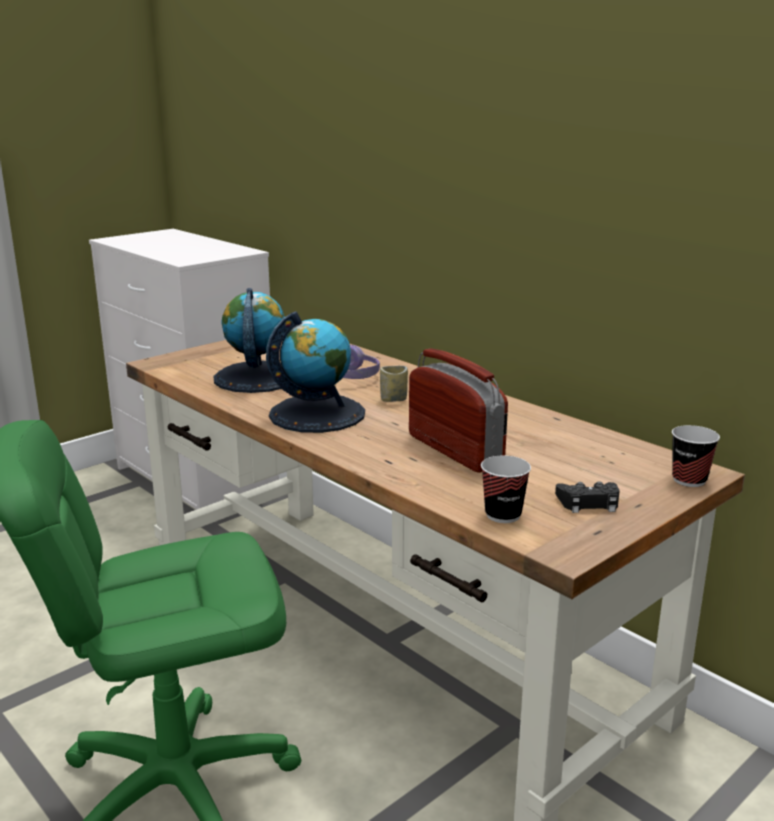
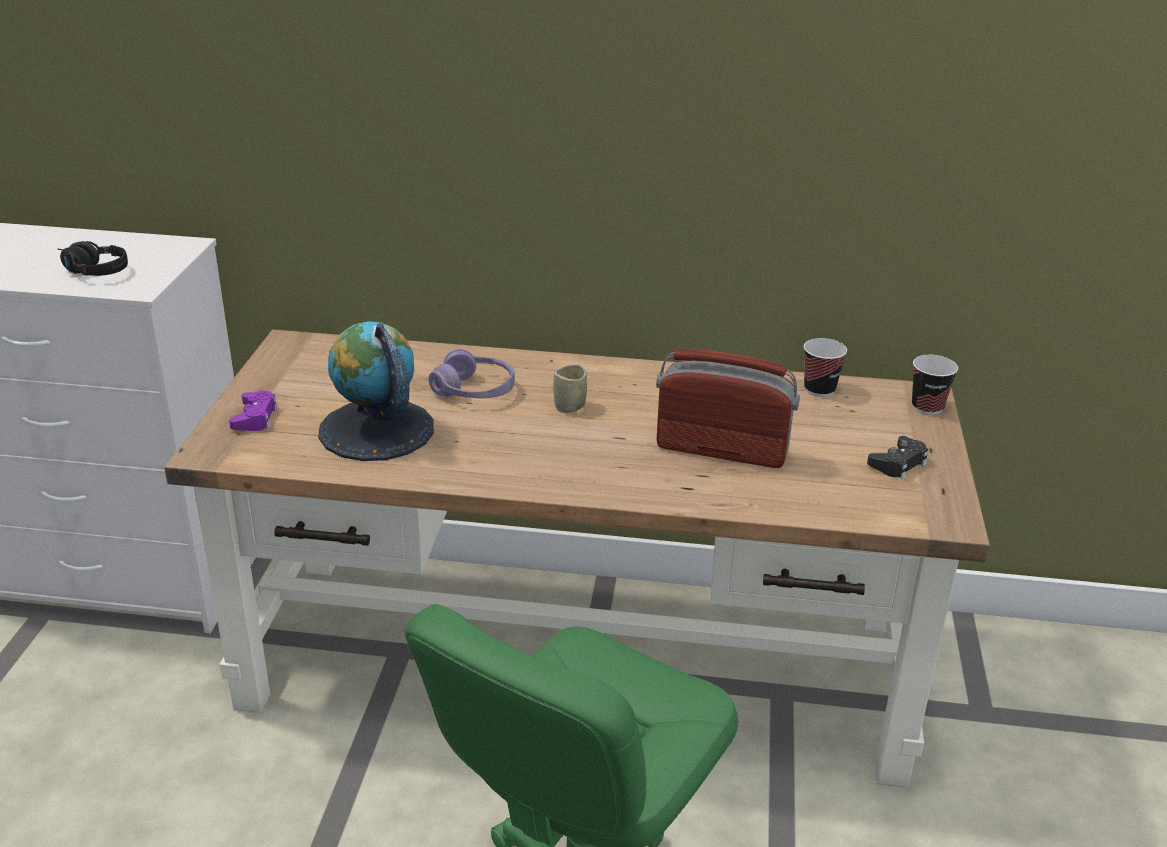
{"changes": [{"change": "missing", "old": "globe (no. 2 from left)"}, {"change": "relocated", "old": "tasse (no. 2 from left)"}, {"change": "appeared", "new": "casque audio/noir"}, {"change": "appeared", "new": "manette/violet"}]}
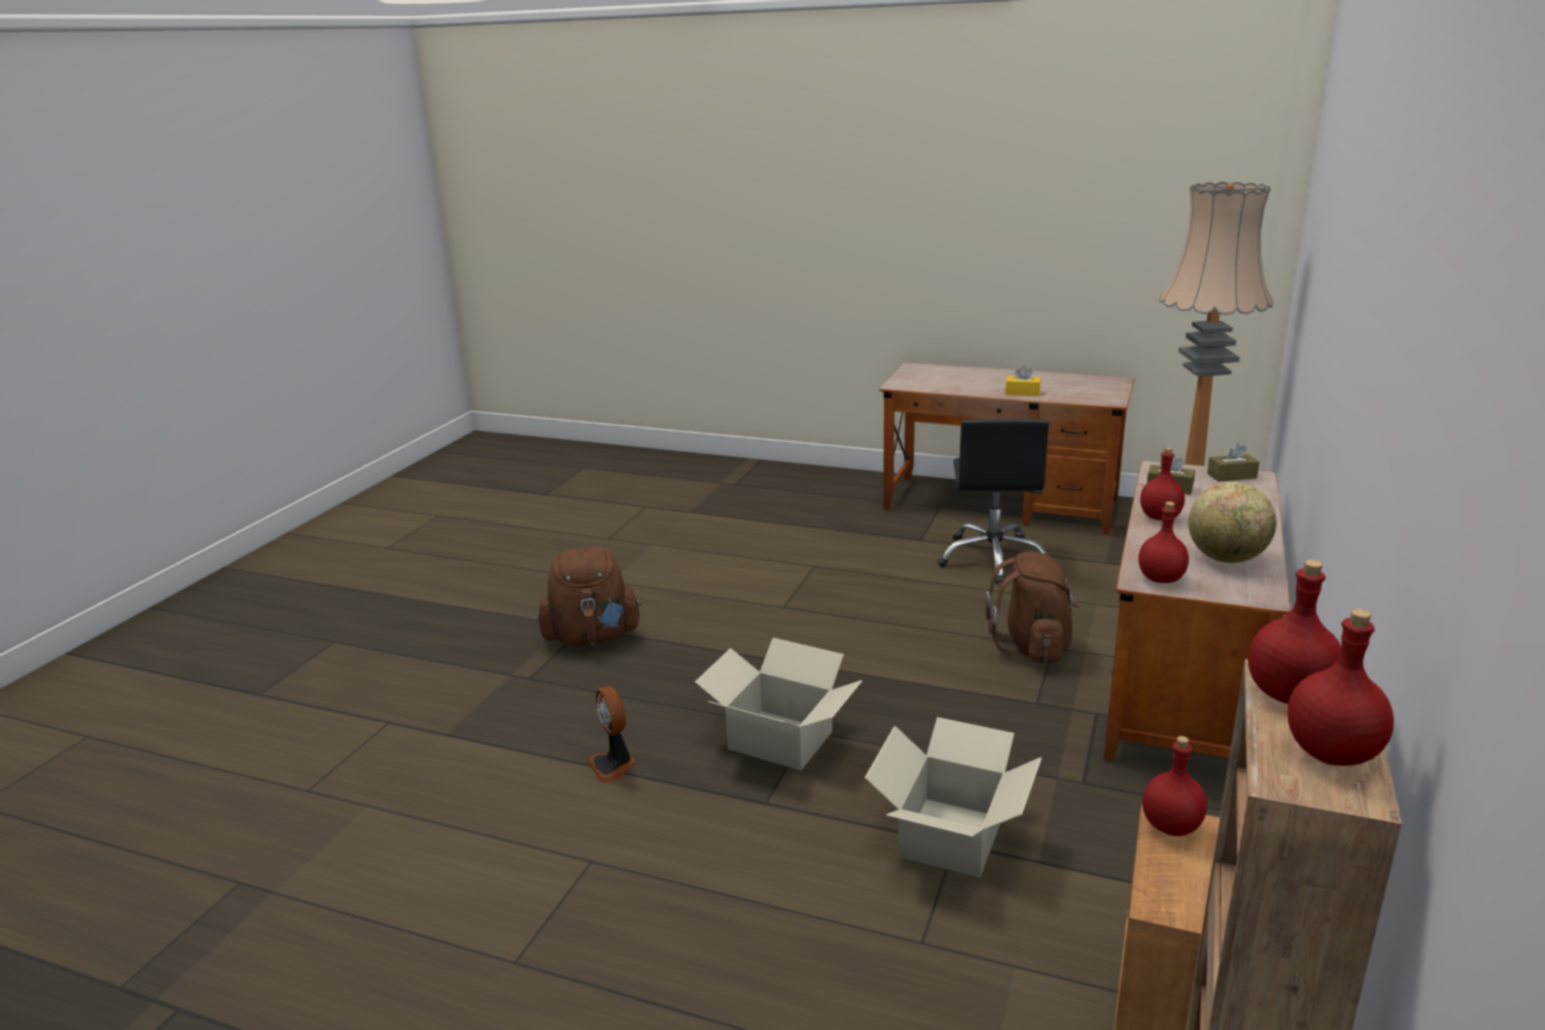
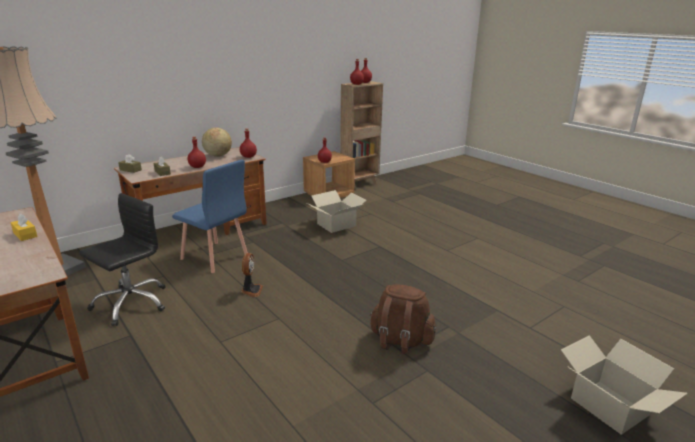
{"changes": [{"change": "exchanged", "old": "sac à dos/marron (no. 2 from left)", "new": "chaise/bleu"}, {"change": "relocated", "old": "carton (no. 1 from left in the first image)", "new": "carton (no. 2 from left)"}, {"change": "relocated", "old": "ventilateur"}]}
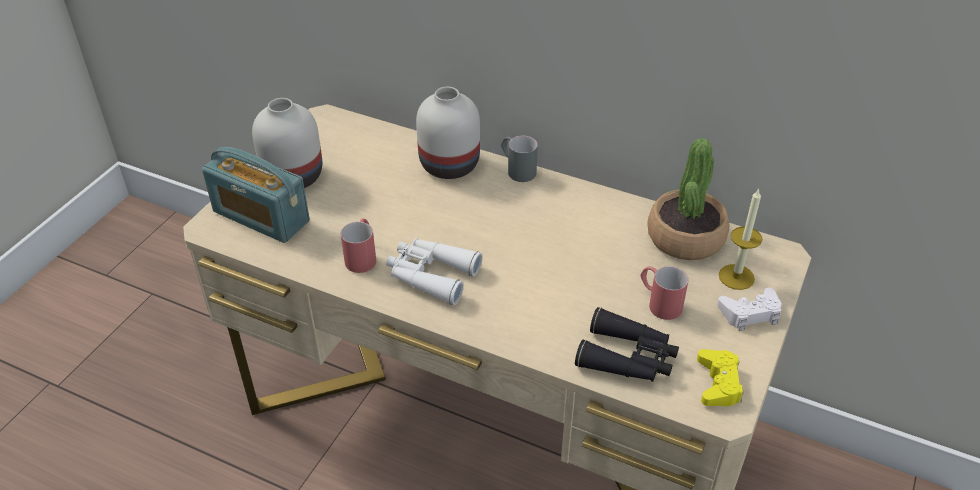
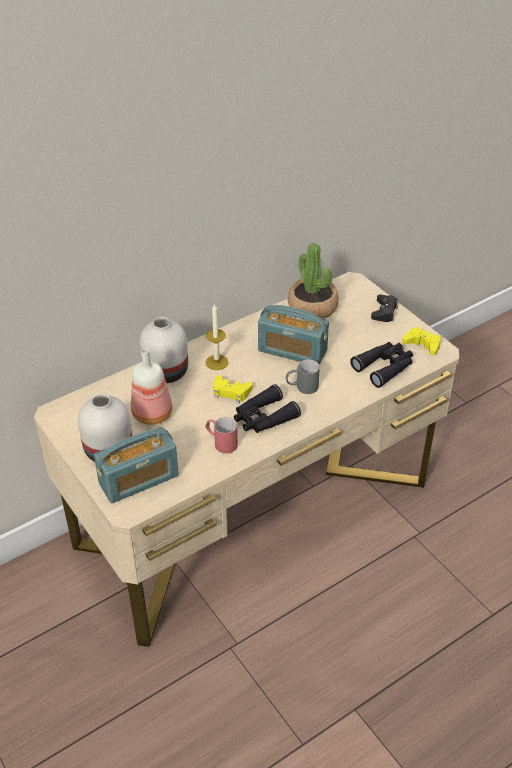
{"changes": [{"change": "relocated", "old": "mug/gris"}, {"change": "relocated", "old": "bougie"}, {"change": "colour", "old": "jumelles/blanc", "new": "jumelles/noir (no. 1 from left)"}, {"change": "missing", "old": "mug/rouge (no. 2 from left)"}, {"change": "colour", "old": "manette/blanc", "new": "manette/noir"}, {"change": "appeared", "new": "radio (no. 2 from left)"}, {"change": "appeared", "new": "bouteille"}, {"change": "appeared", "new": "manette/jaune (no. 1 from left)"}]}
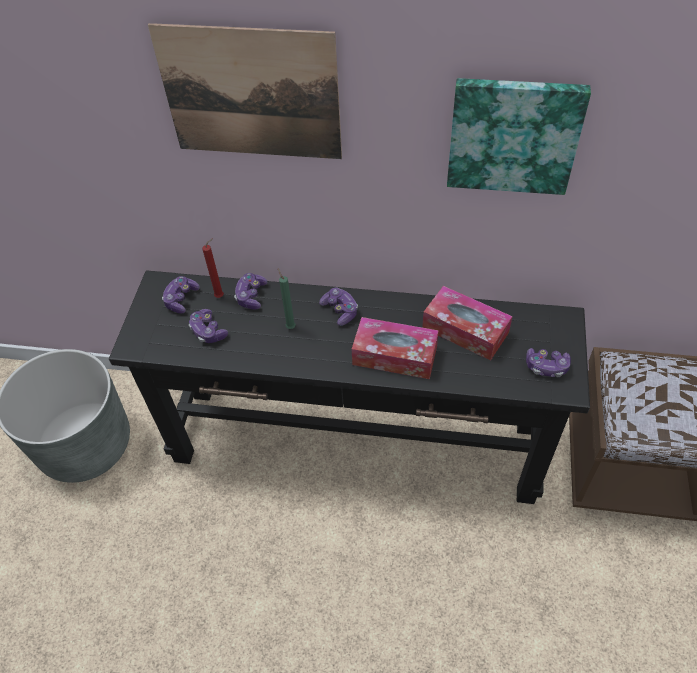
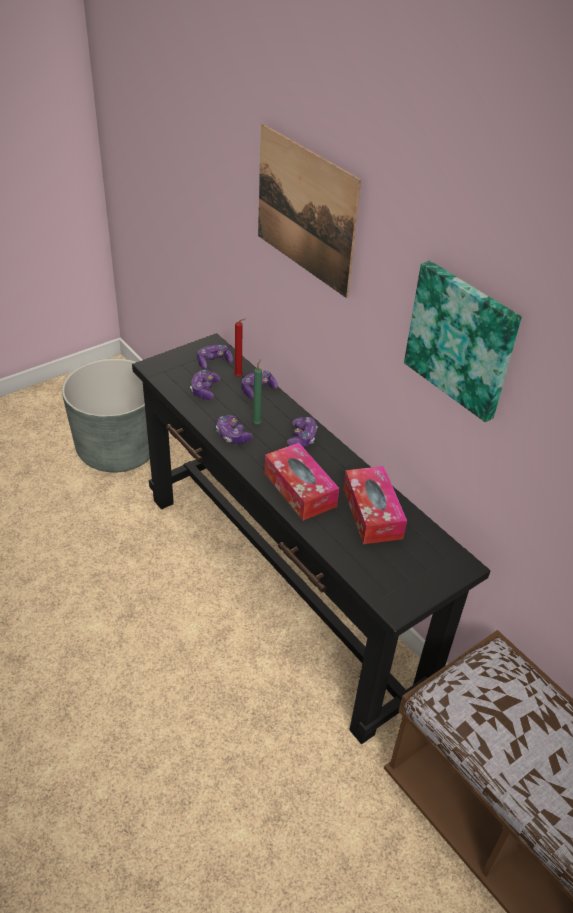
{"changes": [{"change": "relocated", "old": "manette (no. 5 from left in the first image)", "new": "manette (no. 3 from left)"}]}
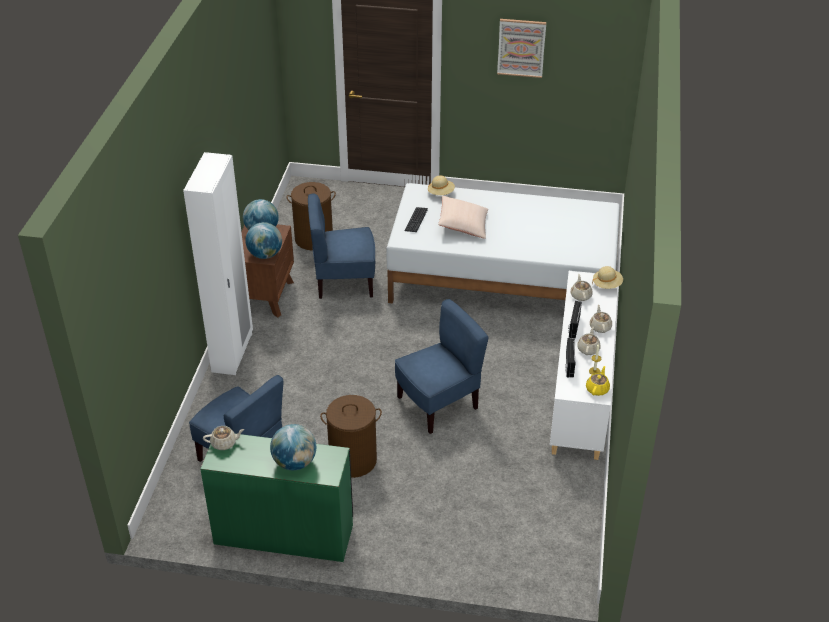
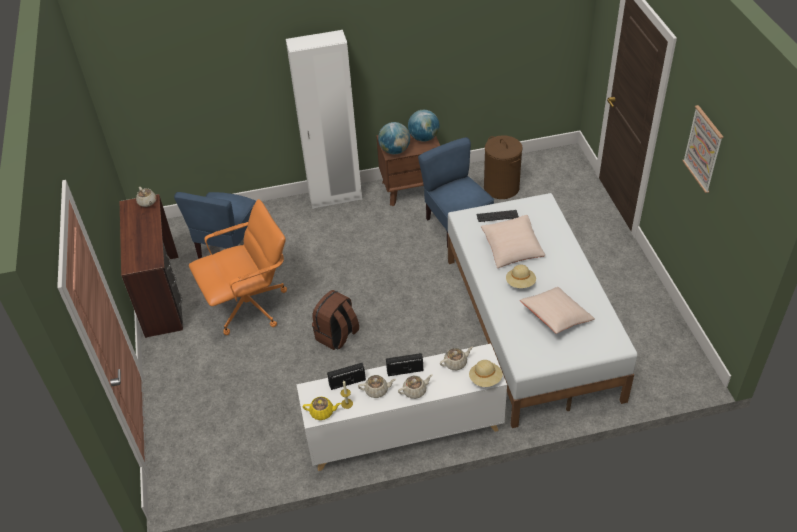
{"changes": [{"change": "relocated", "old": "chapeau/beige (no. 1 from left in the first image)", "new": "chapeau/beige (no. 2 from left)"}, {"change": "exchanged", "old": "chaise/bleu (no. 3 from left)", "new": "sac à dos/marron"}, {"change": "exchanged", "old": "panier à linge/marron (no. 2 from left)", "new": "chaise de bureau/orange"}, {"change": "missing", "old": "globe (no. 3 from left)"}, {"change": "colour", "old": "bureau/vert", "new": "bureau/marron"}, {"change": "appeared", "new": "coussin/beige (no. 2 from left)"}]}
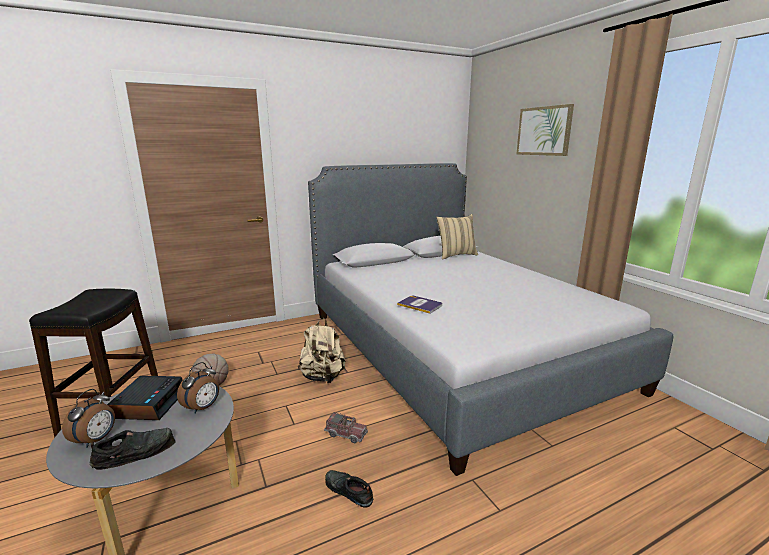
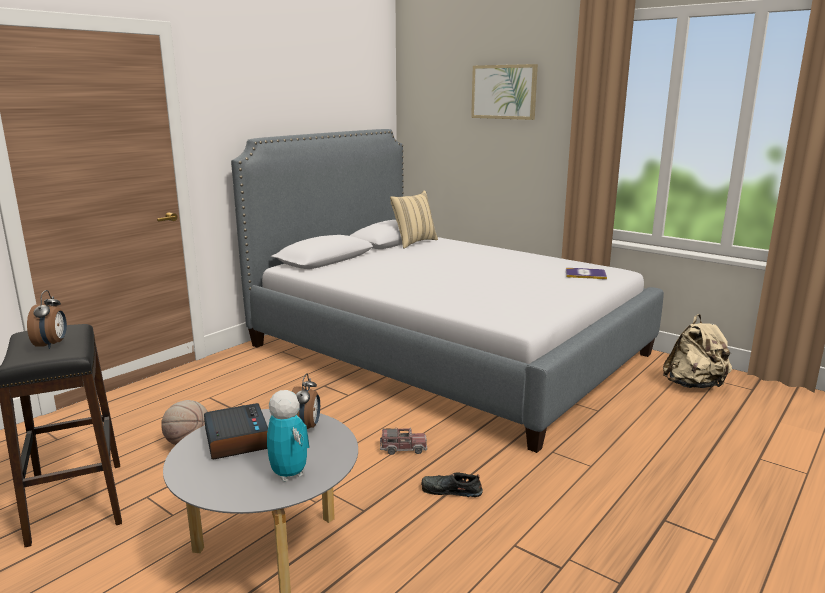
{"changes": [{"change": "relocated", "old": "livre"}, {"change": "relocated", "old": "sac à dos/beige"}, {"change": "relocated", "old": "réveil (no. 1 from left)"}, {"change": "exchanged", "old": "chaussure/noir (no. 1 from left)", "new": "robot jouet"}]}
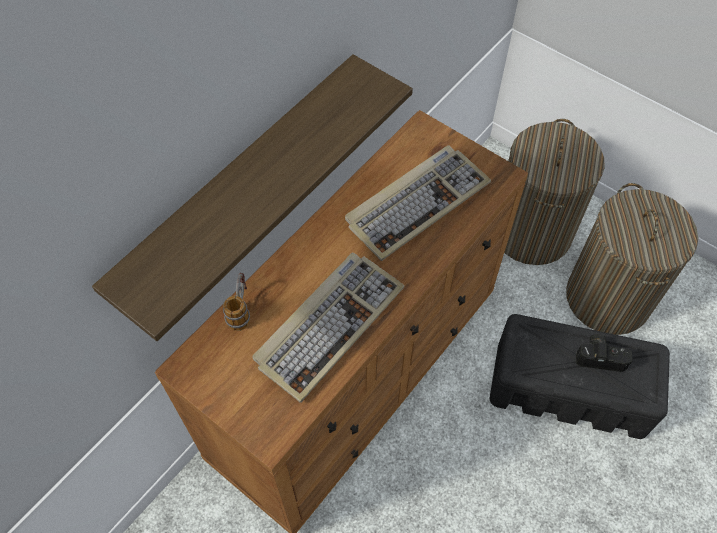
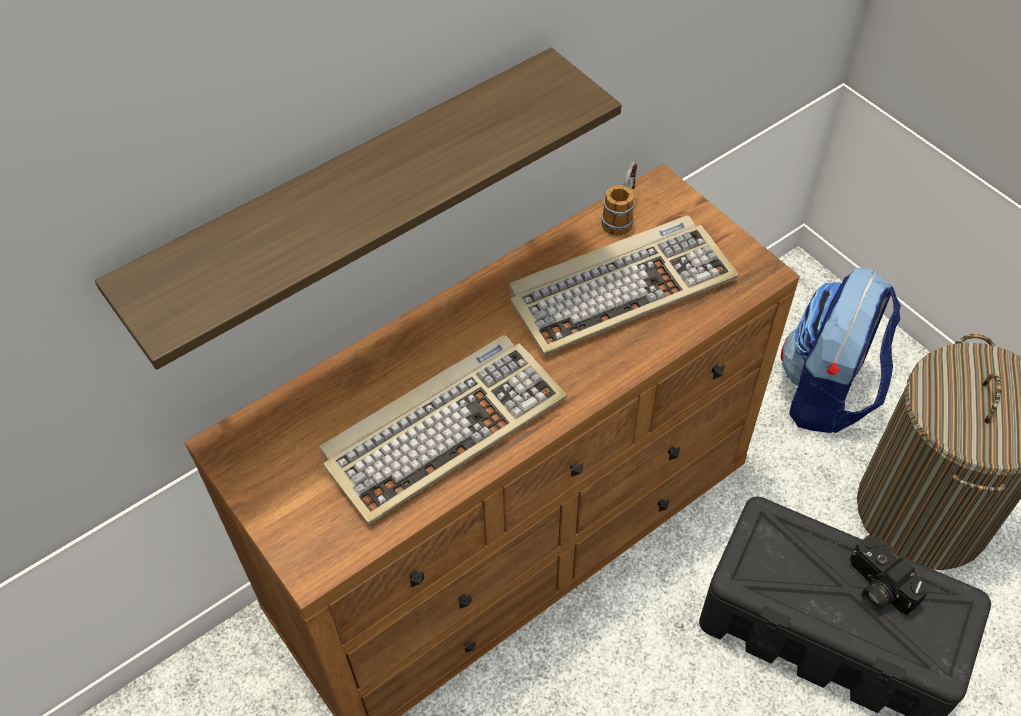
{"changes": [{"change": "exchanged", "old": "panier à linge (no. 1 from left)", "new": "sac à dos"}, {"change": "relocated", "old": "mug"}, {"change": "spun", "old": "appareil photo", "degrees": -150}]}
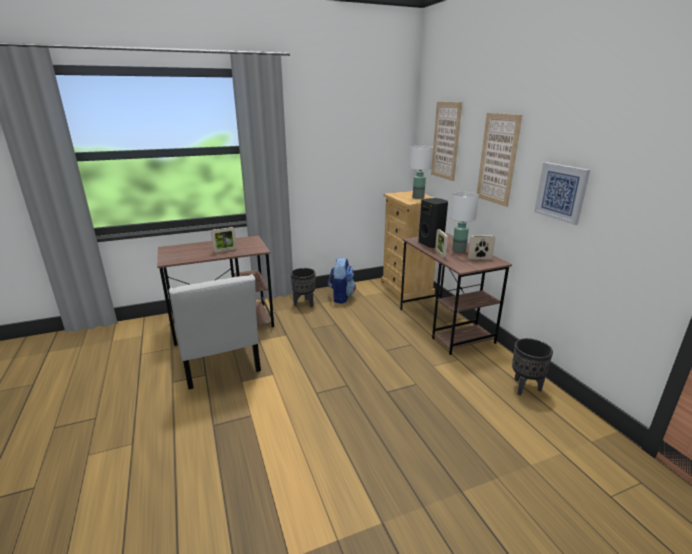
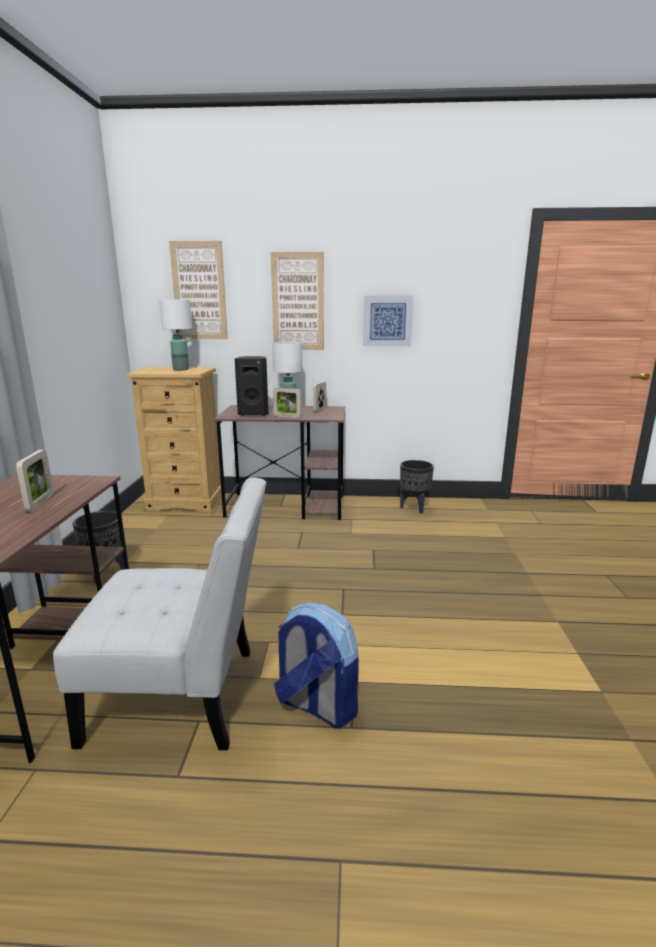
{"changes": [{"change": "relocated", "old": "sac à dos"}]}
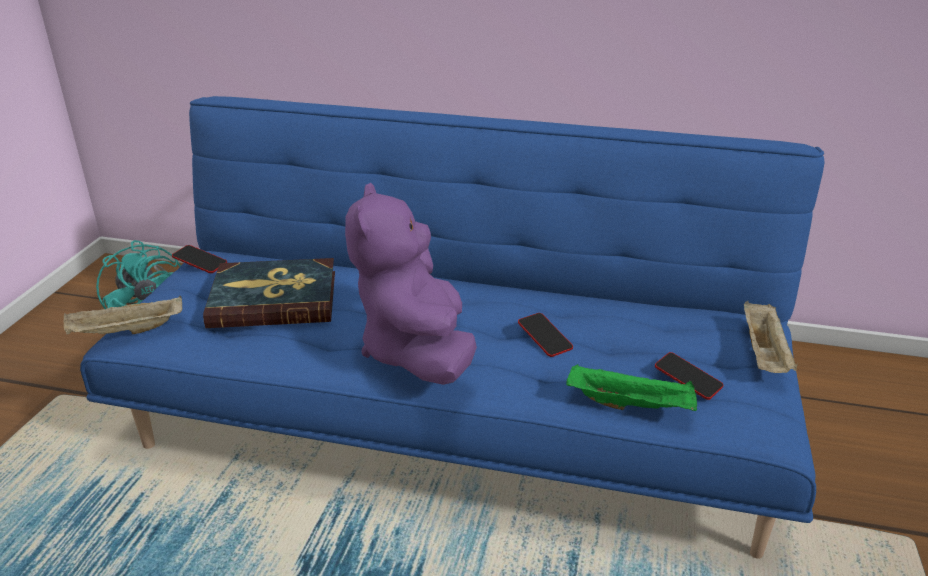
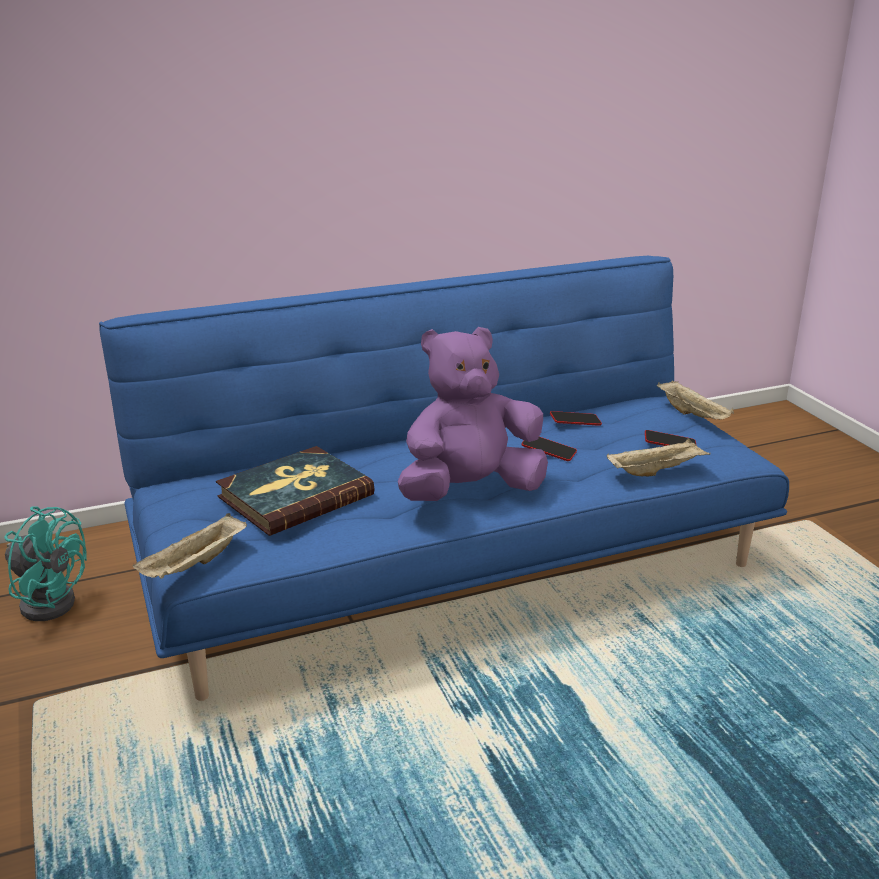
{"changes": [{"change": "spun", "old": "peluche/violet", "degrees": 105}, {"change": "relocated", "old": "téléphone (no. 1 from left in the first image)", "new": "téléphone (no. 2 from left)"}, {"change": "colour", "old": "plateau/vert", "new": "plateau/beige (no. 2 from left)"}]}
